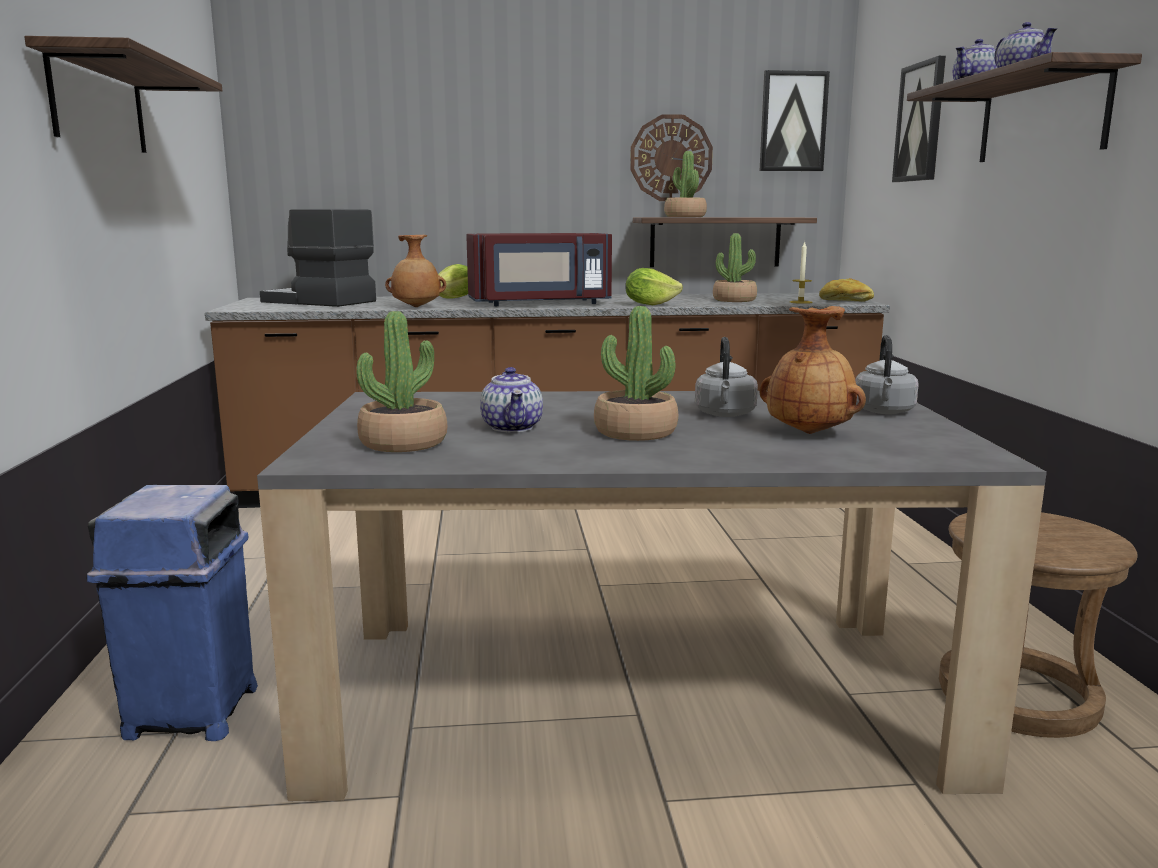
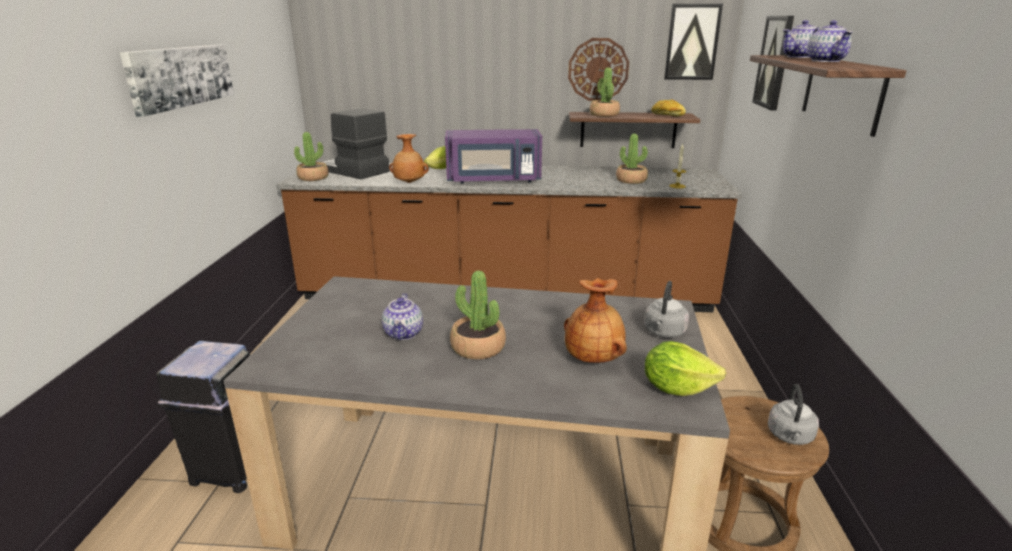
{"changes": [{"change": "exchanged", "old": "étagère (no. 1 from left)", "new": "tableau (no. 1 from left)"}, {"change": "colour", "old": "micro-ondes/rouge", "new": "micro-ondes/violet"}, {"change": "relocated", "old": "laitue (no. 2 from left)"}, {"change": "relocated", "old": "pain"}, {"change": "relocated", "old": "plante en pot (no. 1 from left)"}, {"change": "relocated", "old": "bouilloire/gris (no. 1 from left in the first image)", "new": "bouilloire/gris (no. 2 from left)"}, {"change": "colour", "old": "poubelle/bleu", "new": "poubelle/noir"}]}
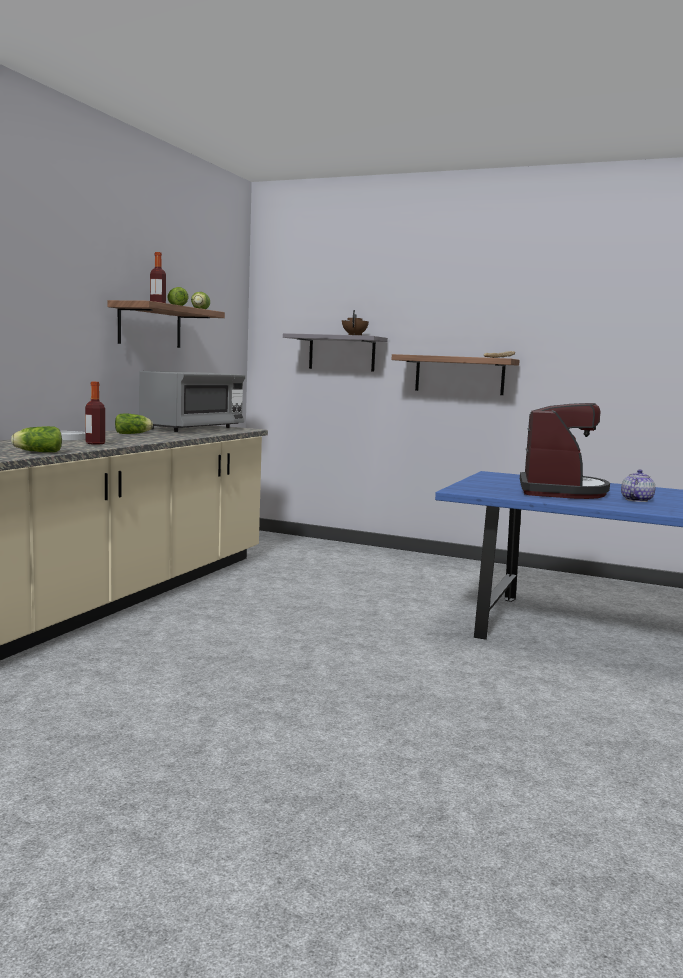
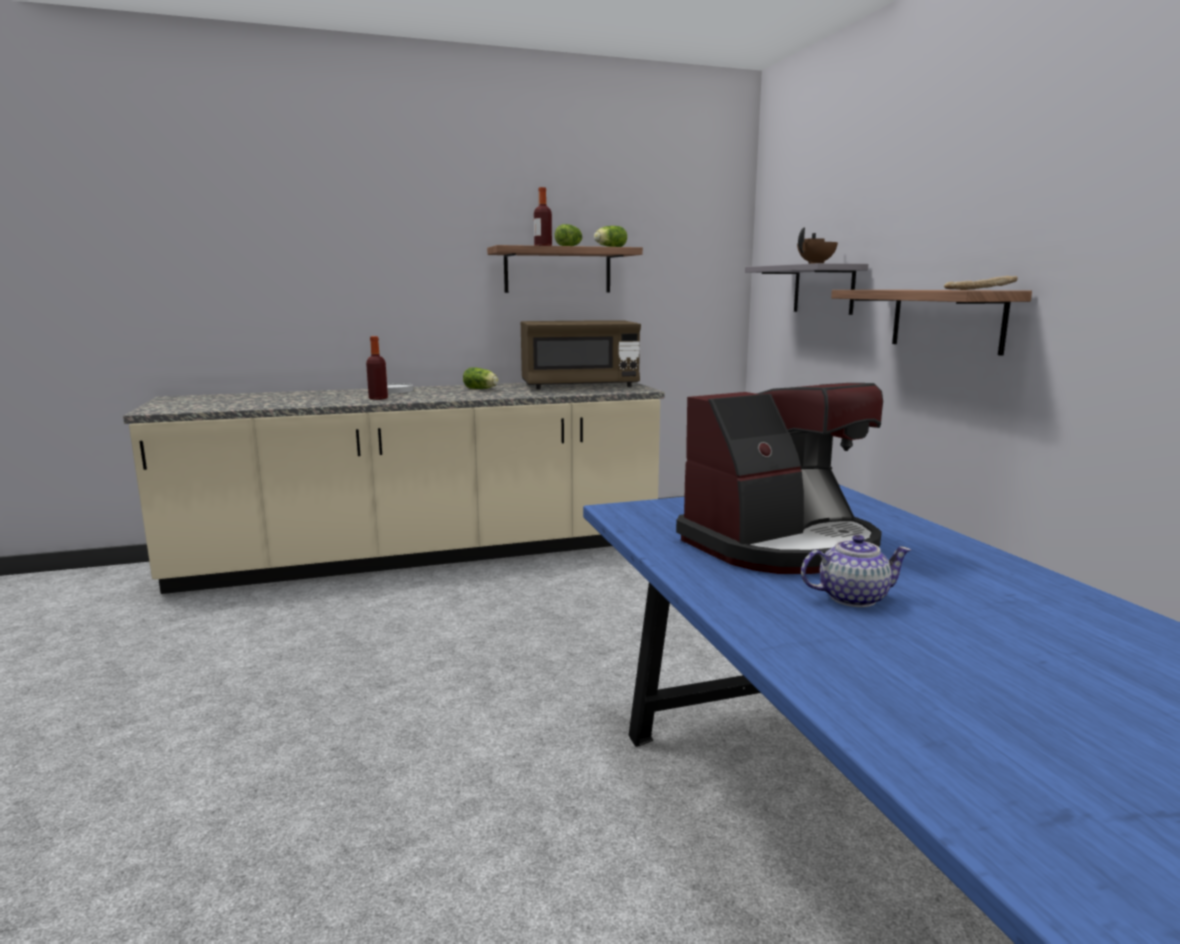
{"changes": [{"change": "colour", "old": "micro-ondes/gris", "new": "micro-ondes/marron"}, {"change": "missing", "old": "laitue (no. 1 from left)"}]}
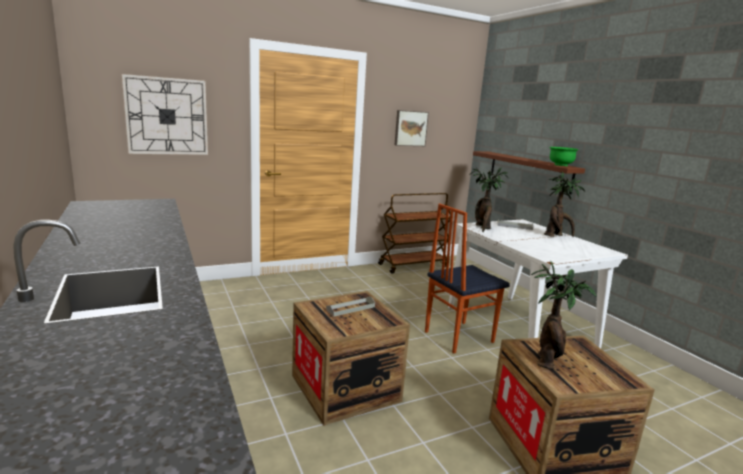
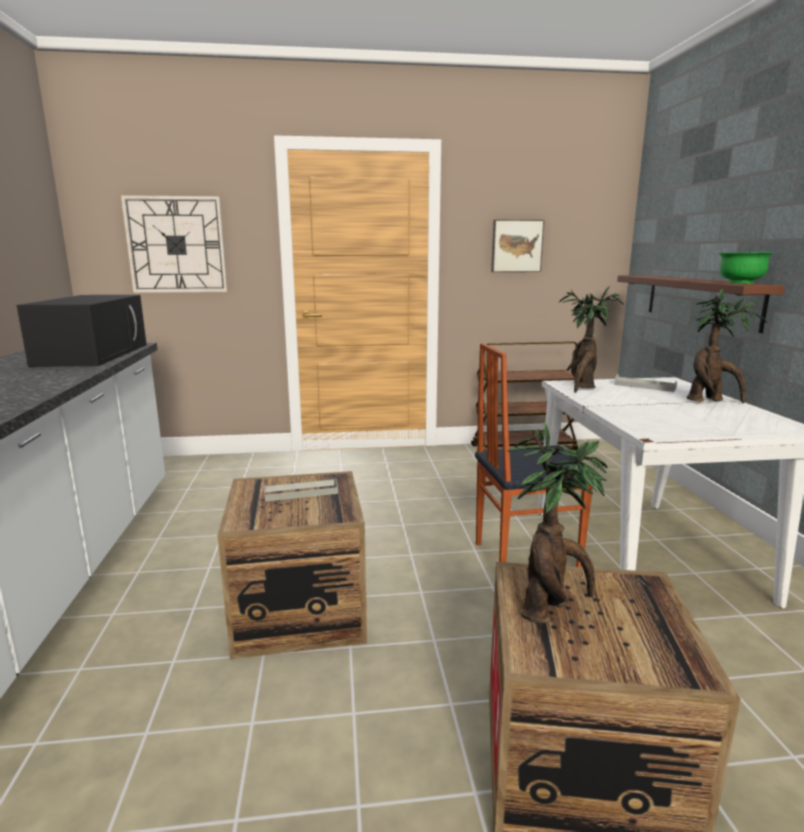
{"changes": [{"change": "appeared", "new": "micro-ondes/noir"}]}
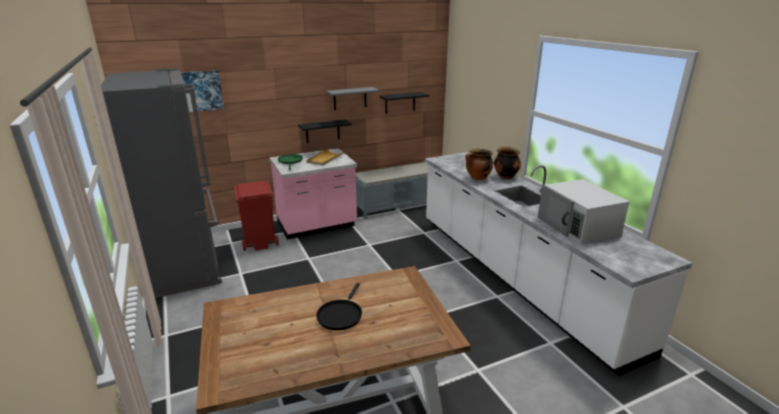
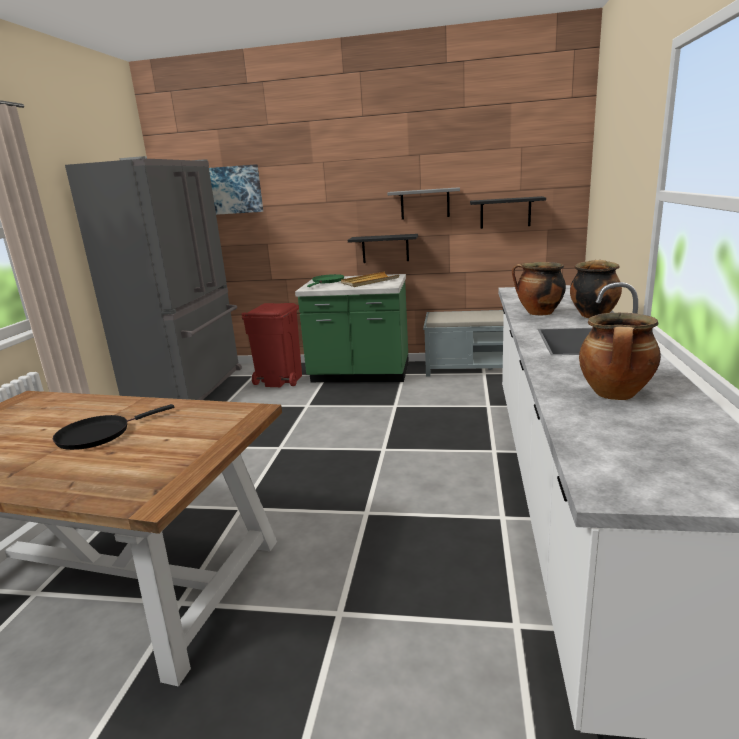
{"changes": [{"change": "colour", "old": "comptoir de cuisine/rose", "new": "comptoir de cuisine/vert"}, {"change": "exchanged", "old": "micro-ondes/blanc", "new": "marmite (no. 3 from left)"}]}
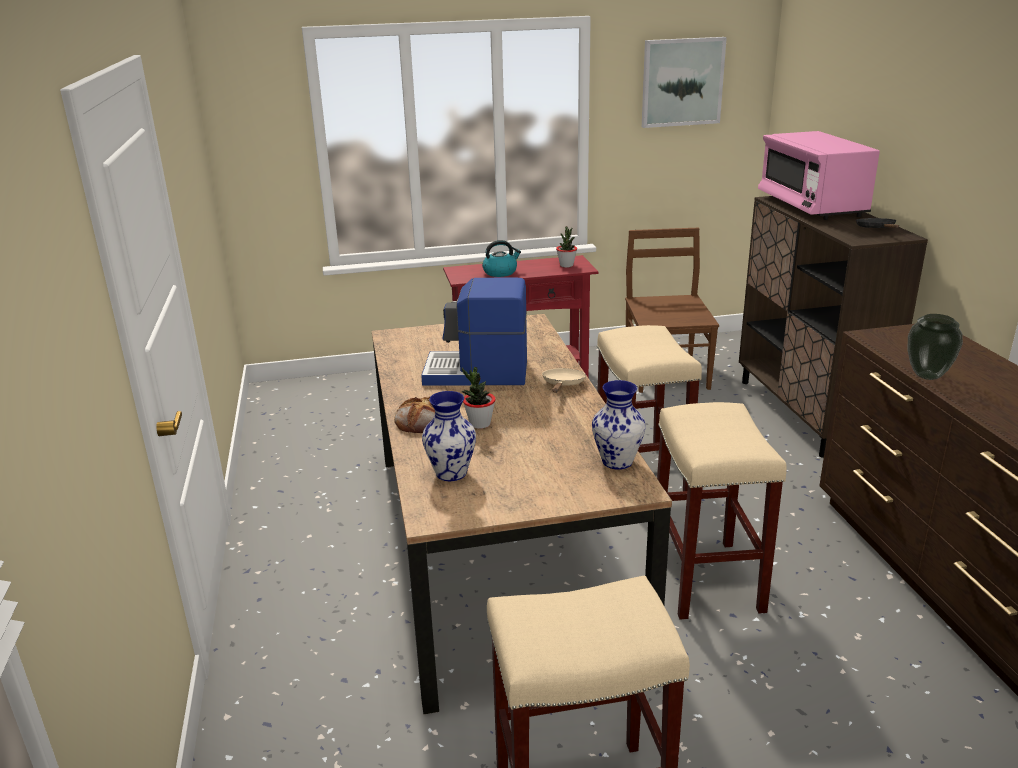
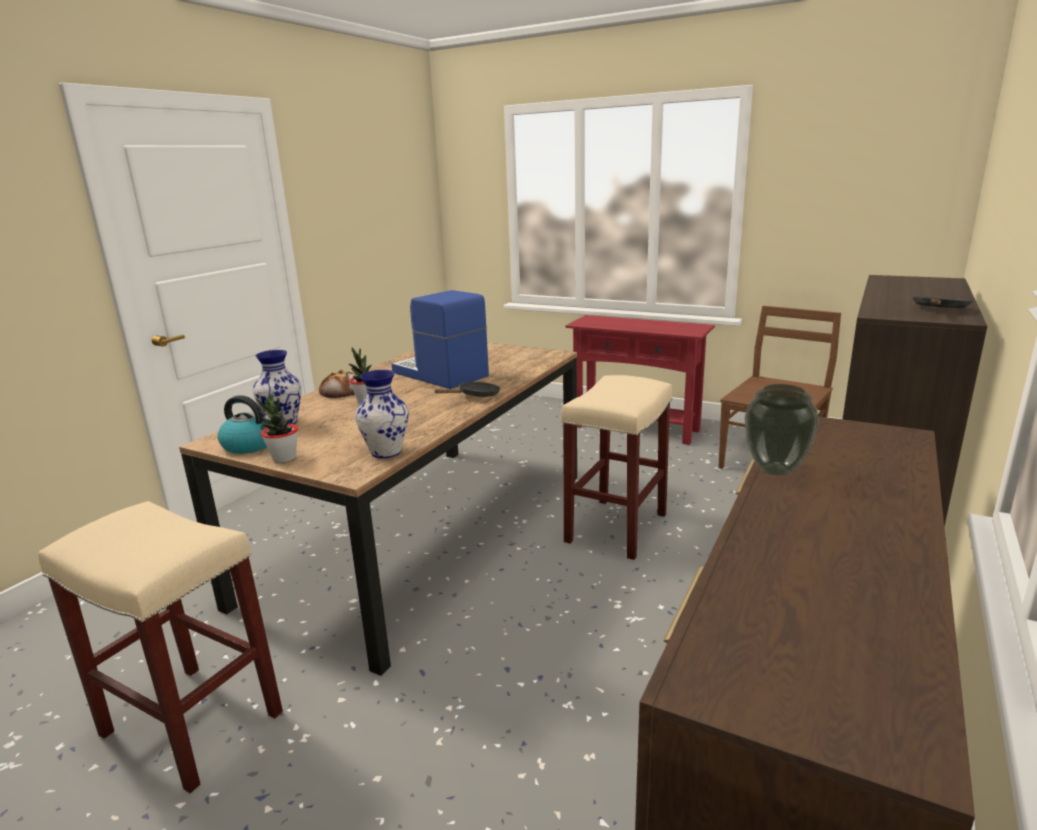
{"changes": [{"change": "missing", "old": "tableau"}, {"change": "missing", "old": "micro-ondes/rose"}, {"change": "relocated", "old": "plante en pot (no. 2 from left in the first image)", "new": "plante en pot (no. 1 from left)"}, {"change": "relocated", "old": "bouilloire"}, {"change": "colour", "old": "poêle/beige", "new": "poêle/noir (no. 1 from left)"}, {"change": "missing", "old": "tabouret/beige (no. 3 from left)"}]}
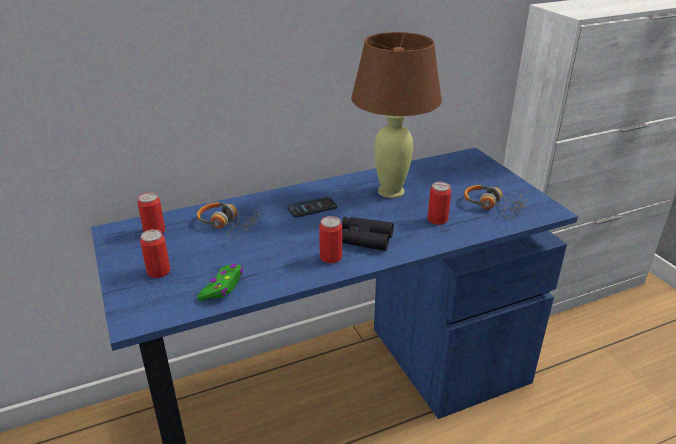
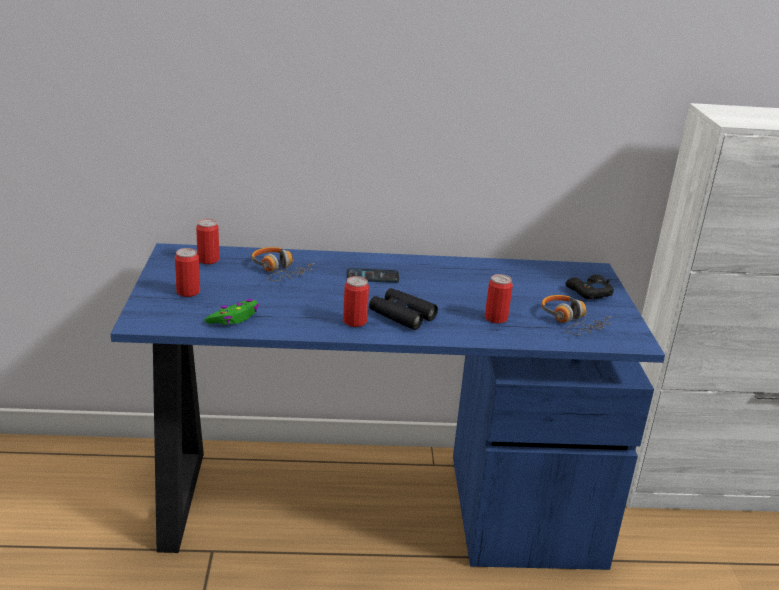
{"changes": [{"change": "missing", "old": "lampe de table/marron"}, {"change": "appeared", "new": "manette/noir"}]}
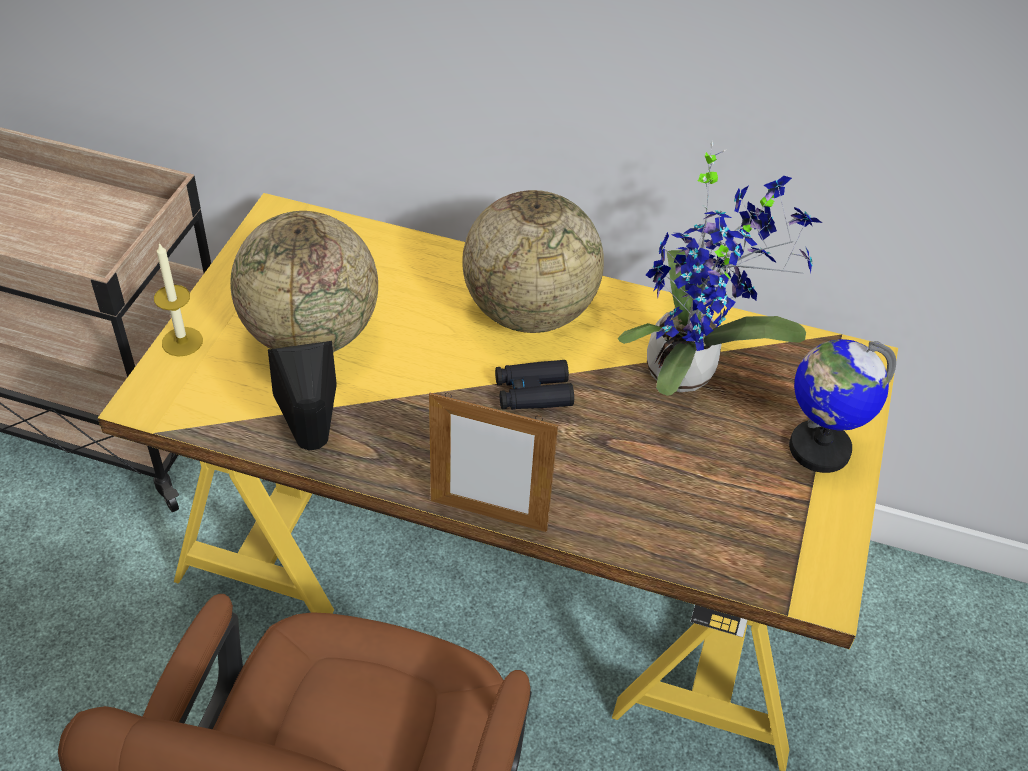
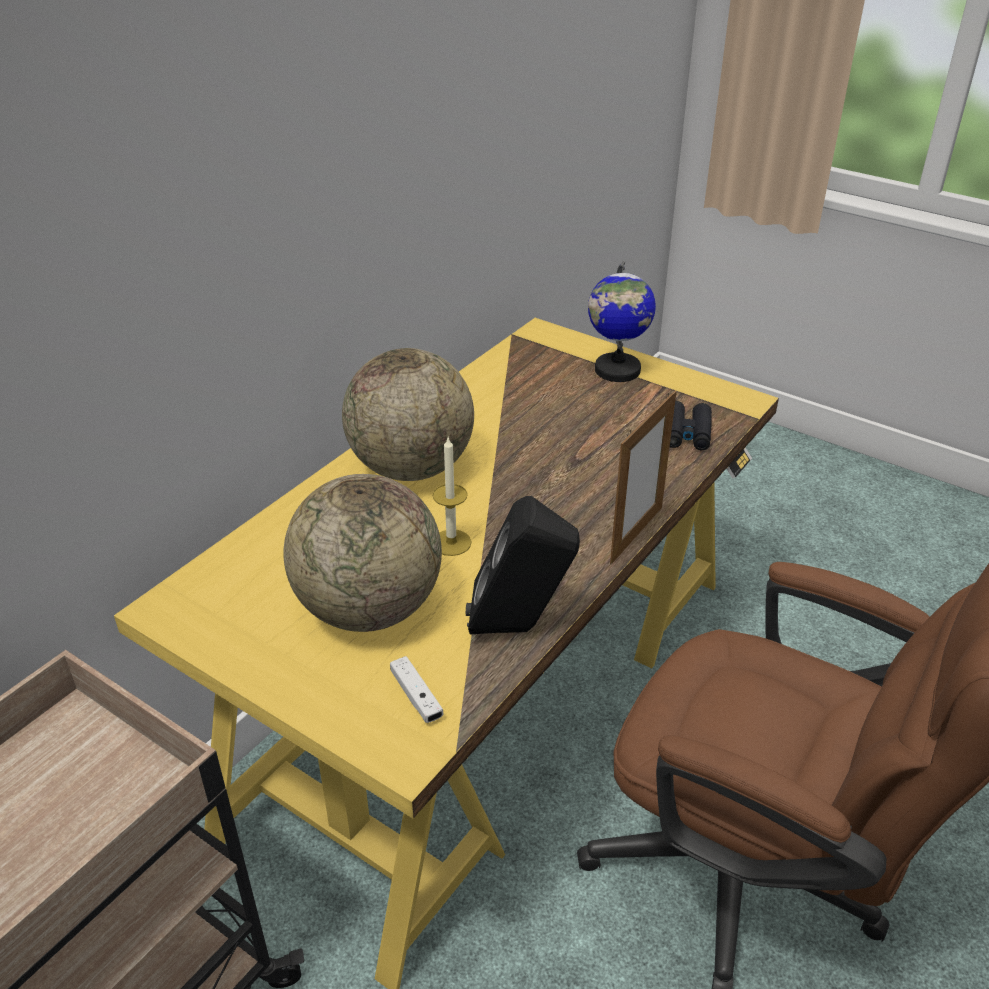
{"changes": [{"change": "missing", "old": "plante en pot"}, {"change": "relocated", "old": "bougie"}, {"change": "relocated", "old": "jumelles/noir"}, {"change": "appeared", "new": "manette/blanc"}]}
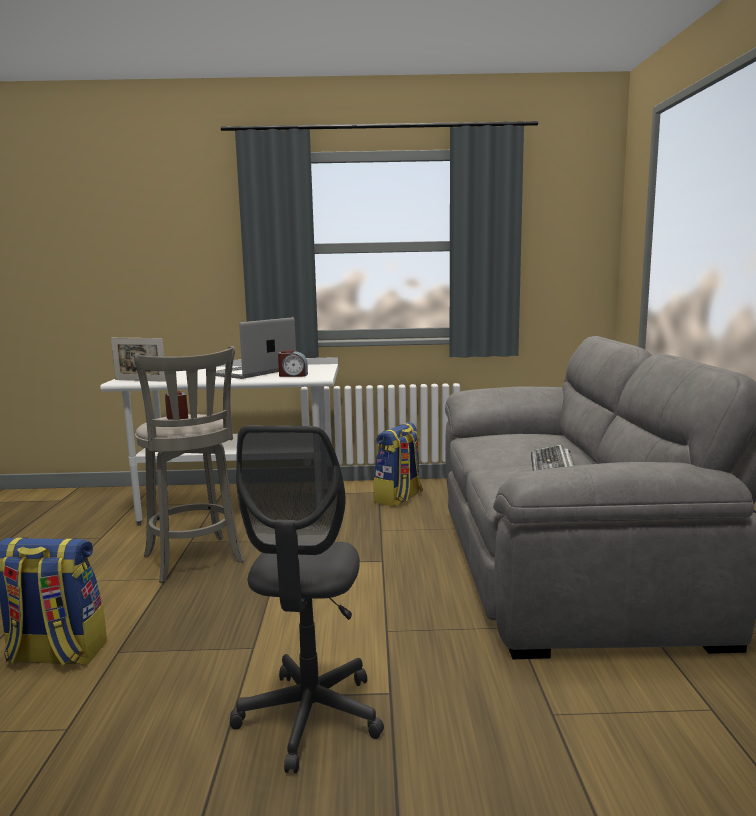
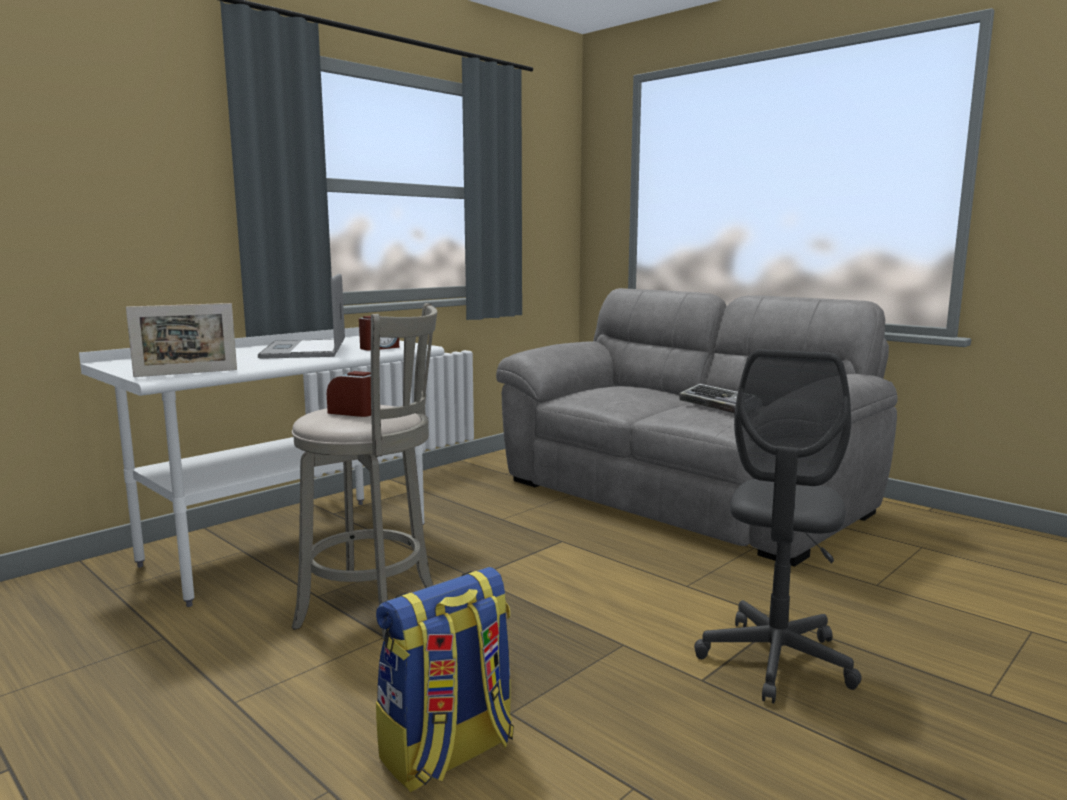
{"changes": [{"change": "missing", "old": "sac à dos (no. 2 from left)"}, {"change": "spun", "old": "chaise de bureau/gris", "degrees": 60}]}
